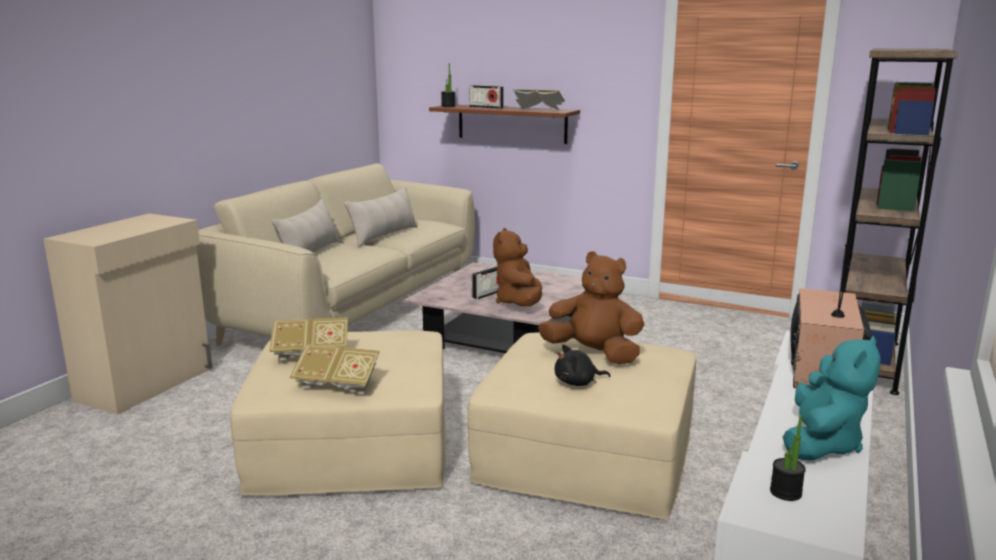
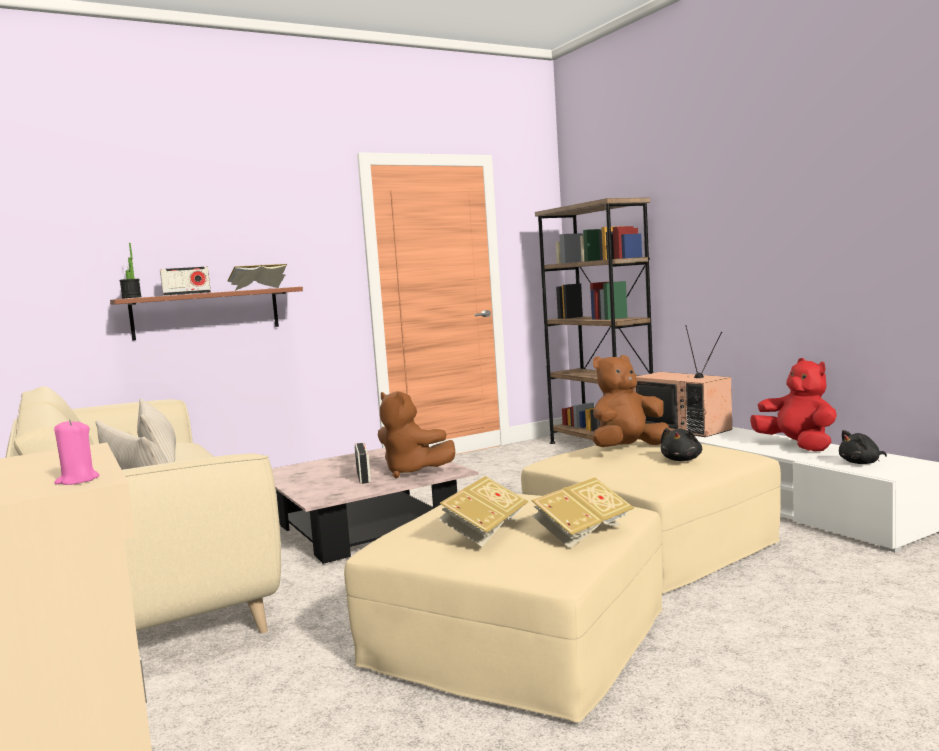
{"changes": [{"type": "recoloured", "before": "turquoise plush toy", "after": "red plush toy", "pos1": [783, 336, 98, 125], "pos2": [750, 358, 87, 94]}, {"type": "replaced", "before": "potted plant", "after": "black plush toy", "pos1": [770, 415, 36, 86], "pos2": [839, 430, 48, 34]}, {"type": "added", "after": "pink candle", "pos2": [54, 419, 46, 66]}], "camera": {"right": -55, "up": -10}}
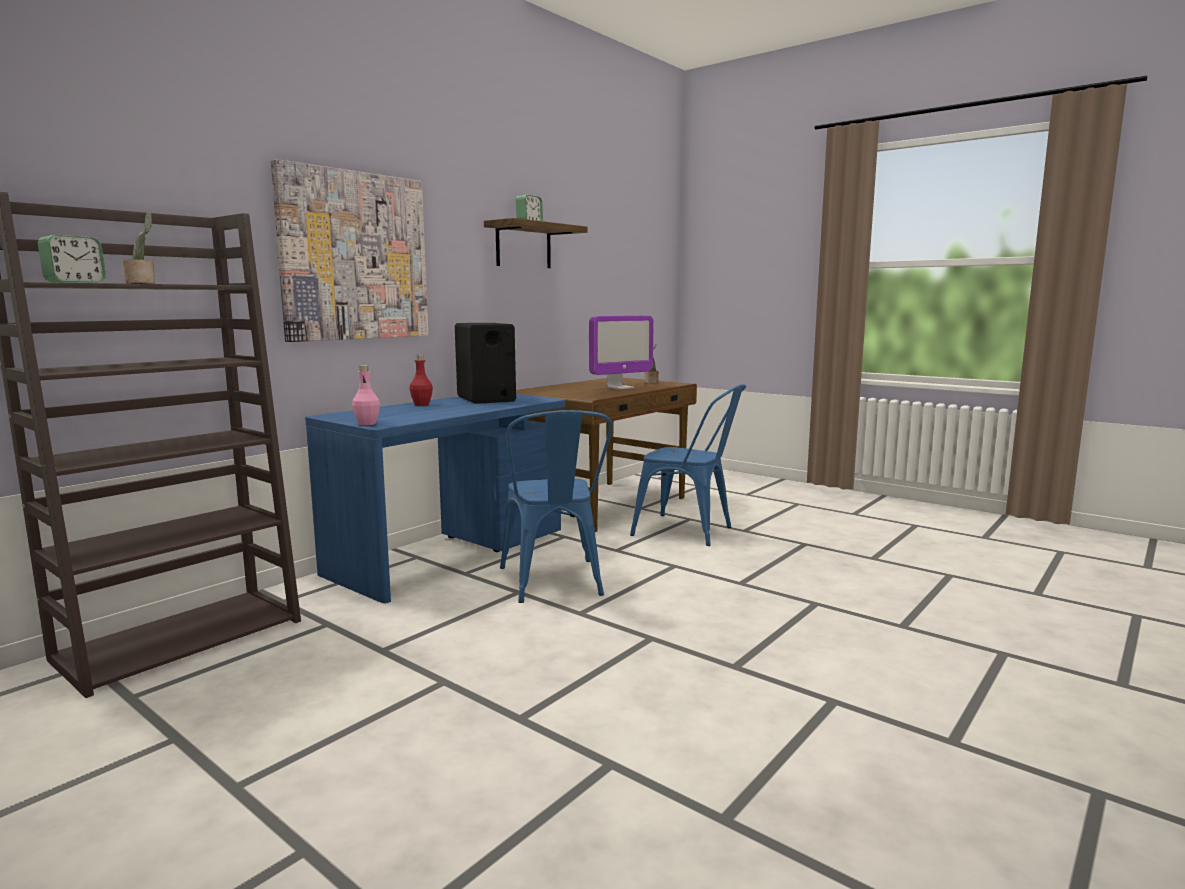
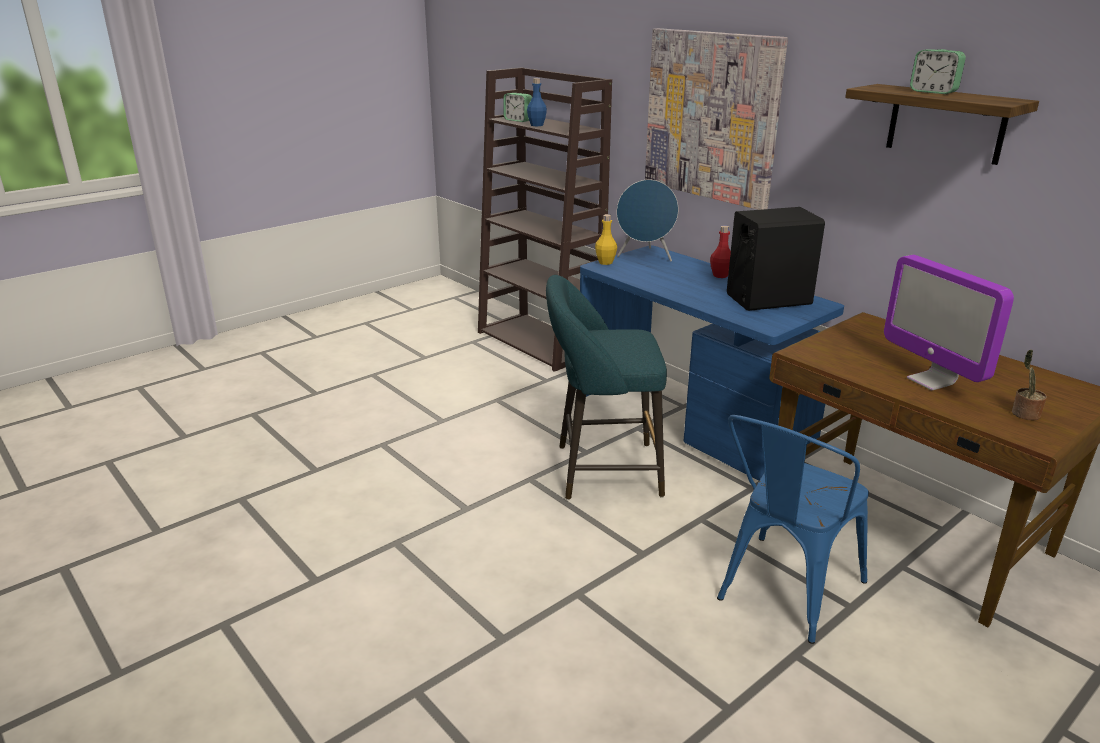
{"changes": [{"type": "replaced", "before": "potted plant", "after": "blue bottle", "pos1": [123, 210, 32, 74], "pos2": [527, 78, 20, 48]}, {"type": "recoloured", "before": "pink bottle", "after": "yellow bottle", "pos1": [352, 365, 28, 60], "pos2": [595, 214, 22, 51]}, {"type": "replaced", "before": "blue chair", "after": "turquoise stool", "pos1": [500, 410, 112, 193], "pos2": [546, 275, 121, 225]}, {"type": "added", "after": "blue speaker", "pos2": [617, 180, 61, 81]}], "camera": {"right": 100, "up": 15}}
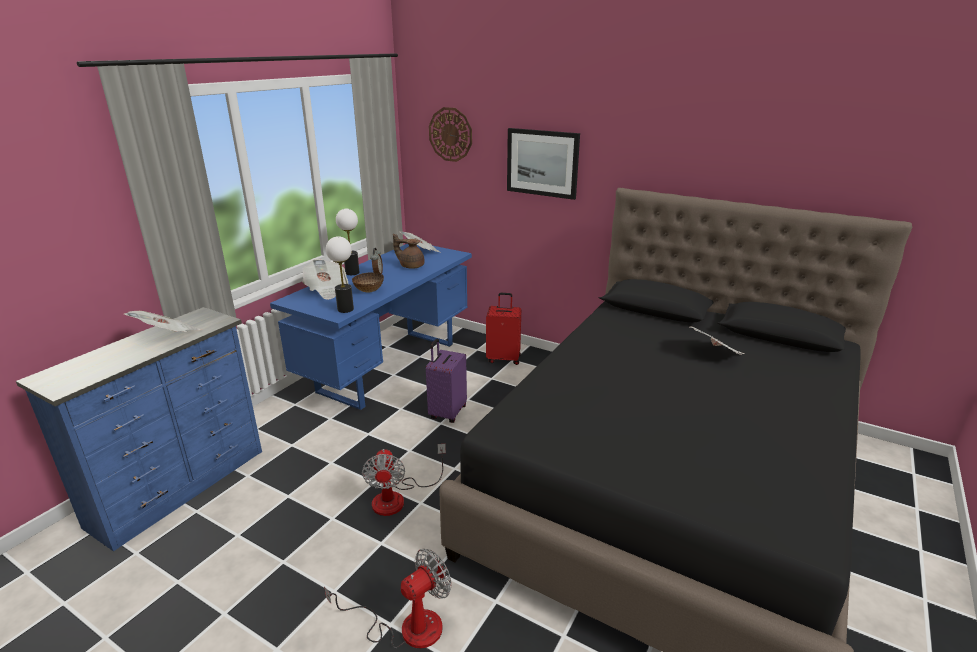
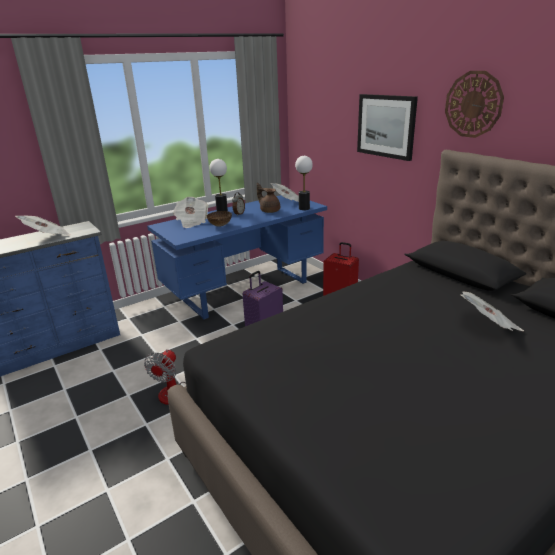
{"changes": [{"type": "moved", "before": "wall clock", "pos1": [429, 107, 43, 55], "pos2": [445, 71, 59, 67]}, {"type": "moved", "before": "table lamp", "pos1": [326, 236, 28, 77], "pos2": [295, 156, 18, 54]}, {"type": "removed", "before": "fan", "pos1": [324, 549, 128, 99]}], "camera": {"right": 25, "up": 0}}
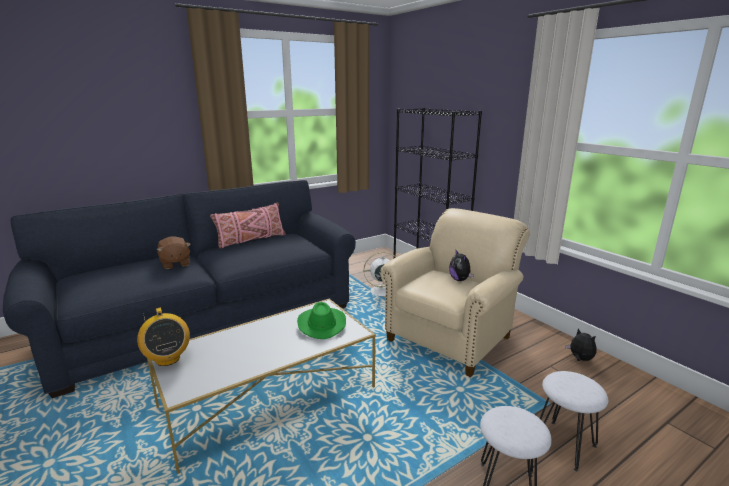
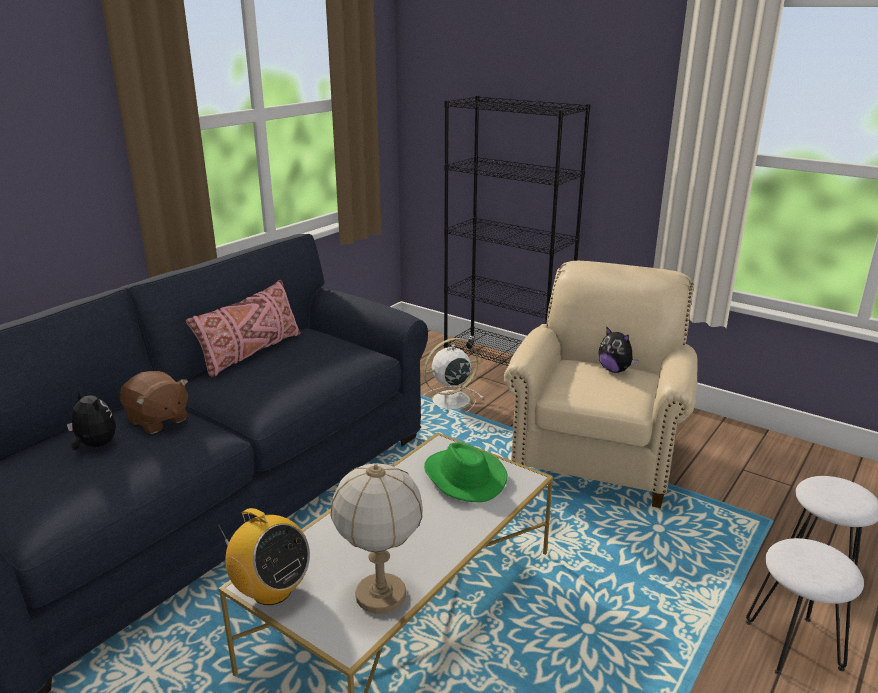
{"changes": [{"type": "moved", "before": "plush toy", "pos1": [566, 328, 30, 33], "pos2": [67, 389, 49, 61]}, {"type": "added", "after": "table lamp", "pos2": [330, 463, 93, 151]}], "camera": {"right": -20, "up": 5}}
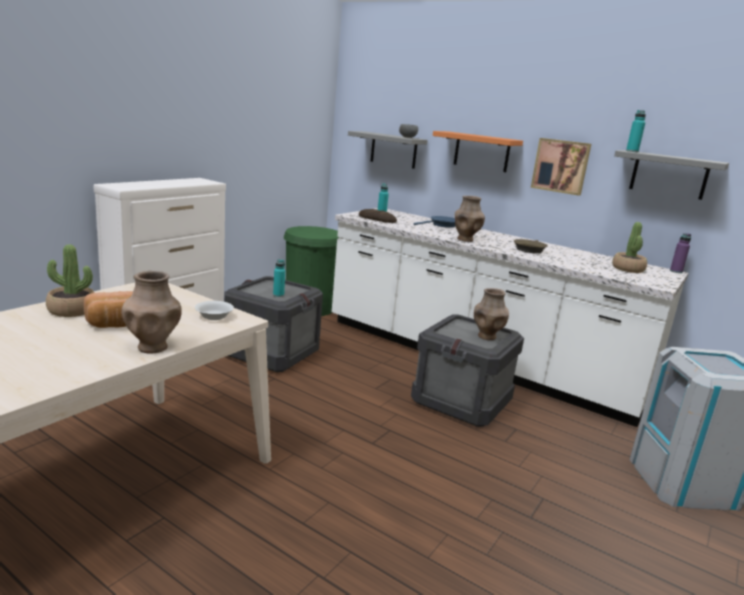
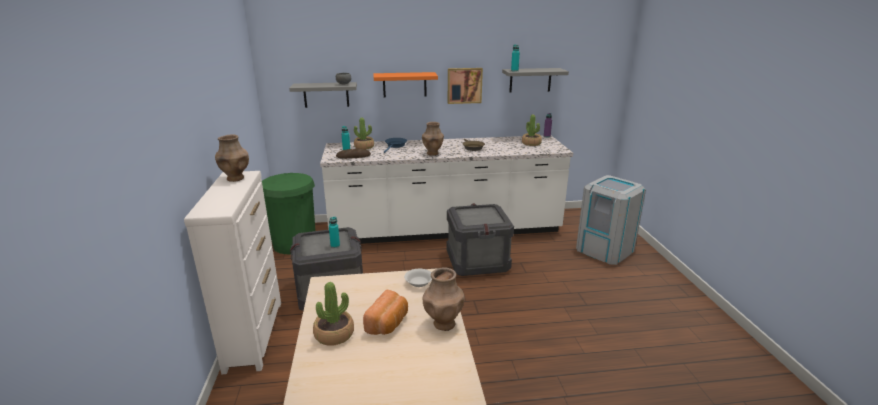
{"changes": [{"type": "moved", "before": "brown vase", "pos1": [474, 288, 35, 52], "pos2": [215, 134, 34, 48]}, {"type": "added", "after": "potted plant", "pos2": [354, 118, 20, 32]}], "camera": {"right": -40, "up": 5}}
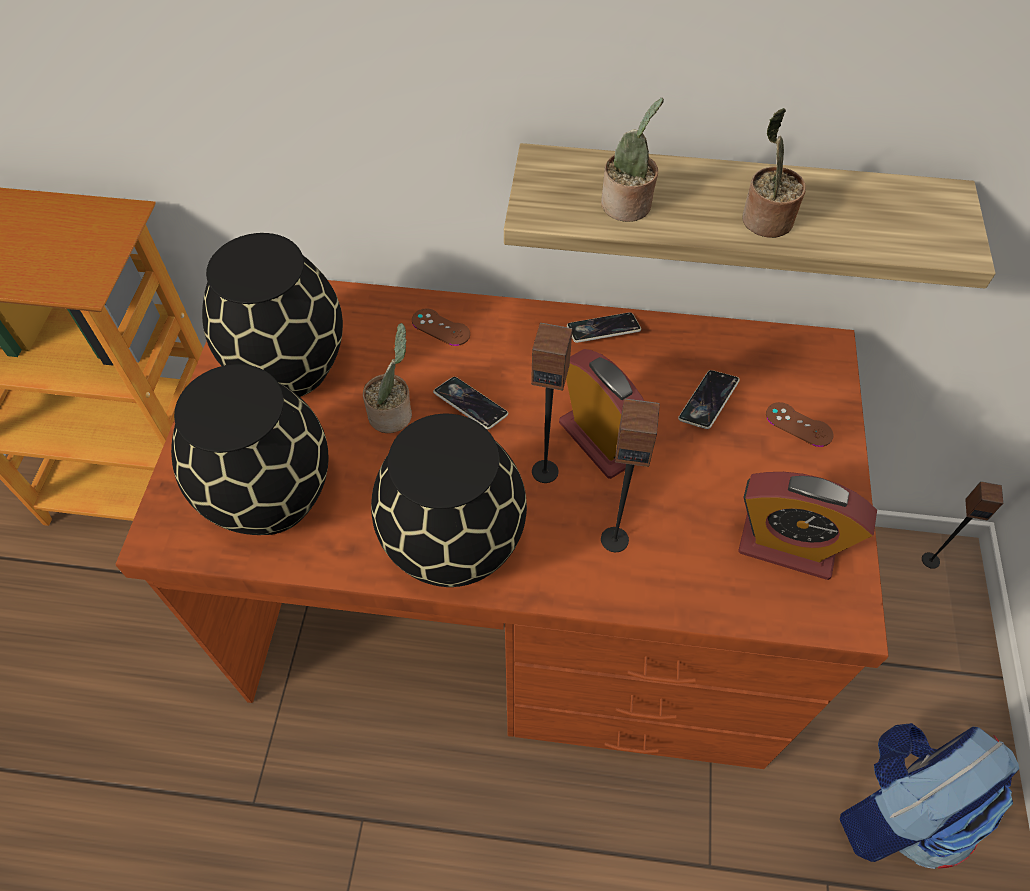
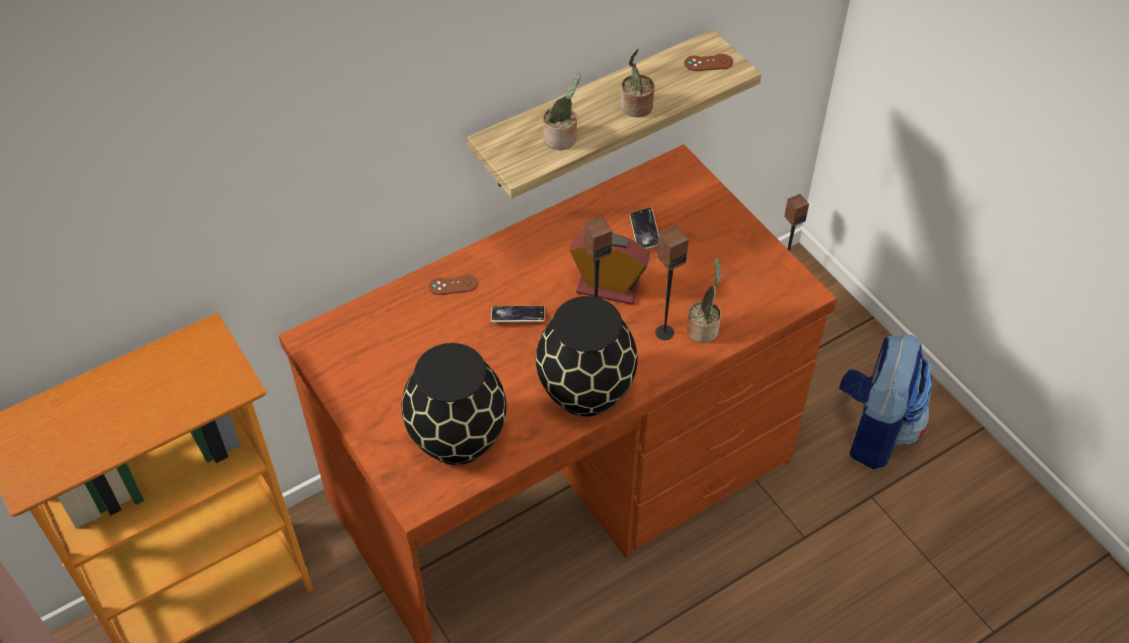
{"changes": [{"type": "removed", "before": "black vase", "pos1": [202, 233, 141, 164]}, {"type": "removed", "before": "phone", "pos1": [567, 312, 74, 31]}, {"type": "moved", "before": "potted plant", "pos1": [363, 323, 49, 110], "pos2": [686, 258, 35, 85]}, {"type": "moved", "before": "brown game controller", "pos1": [766, 402, 67, 45], "pos2": [684, 54, 49, 17]}, {"type": "removed", "before": "alarm clock", "pos1": [738, 472, 139, 108]}], "camera": {"right": -40, "up": -5}}
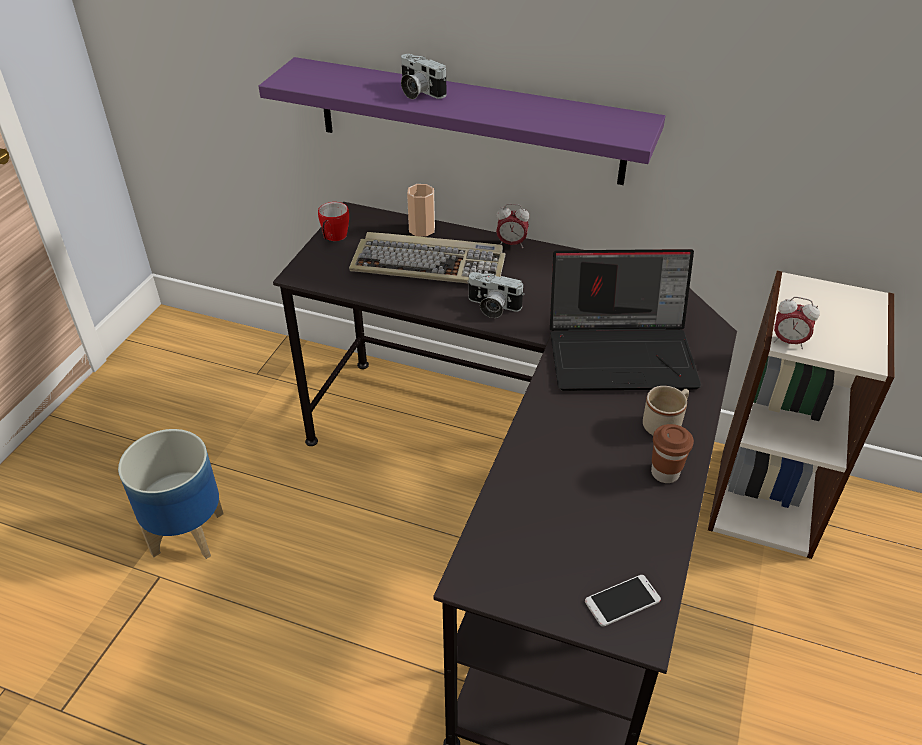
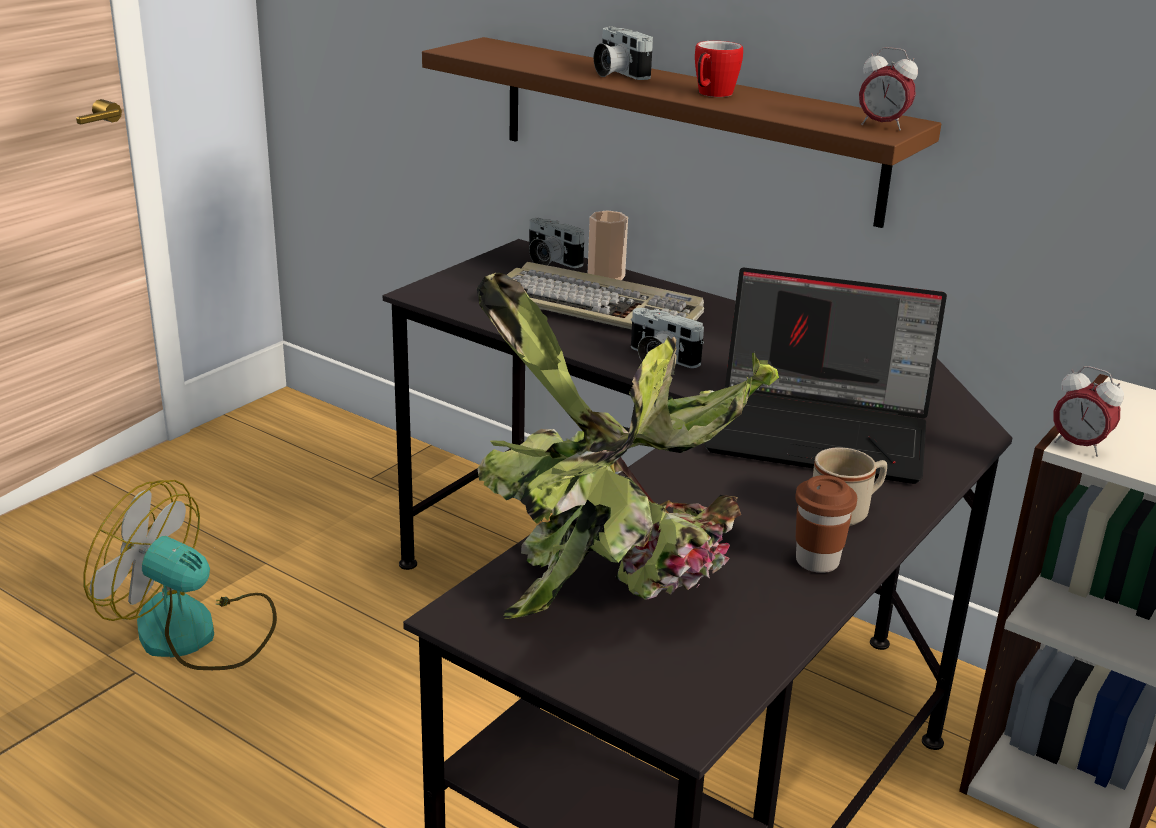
{"changes": [{"type": "recoloured", "before": "purple shelf", "after": "brown shelf", "pos1": [259, 57, 406, 128], "pos2": [422, 37, 519, 191]}, {"type": "moved", "before": "mug", "pos1": [318, 202, 31, 39], "pos2": [695, 41, 48, 56]}, {"type": "moved", "before": "alarm clock", "pos1": [496, 204, 33, 44], "pos2": [859, 47, 59, 83]}, {"type": "replaced", "before": "planter", "after": "fan", "pos1": [118, 429, 106, 130], "pos2": [83, 480, 194, 190]}, {"type": "removed", "before": "phone", "pos1": [585, 575, 76, 52]}, {"type": "added", "after": "photo camera", "pos2": [529, 218, 55, 50]}, {"type": "added", "after": "potted plant", "pos2": [477, 273, 302, 346]}], "camera": {"right": 15, "up": -15}}
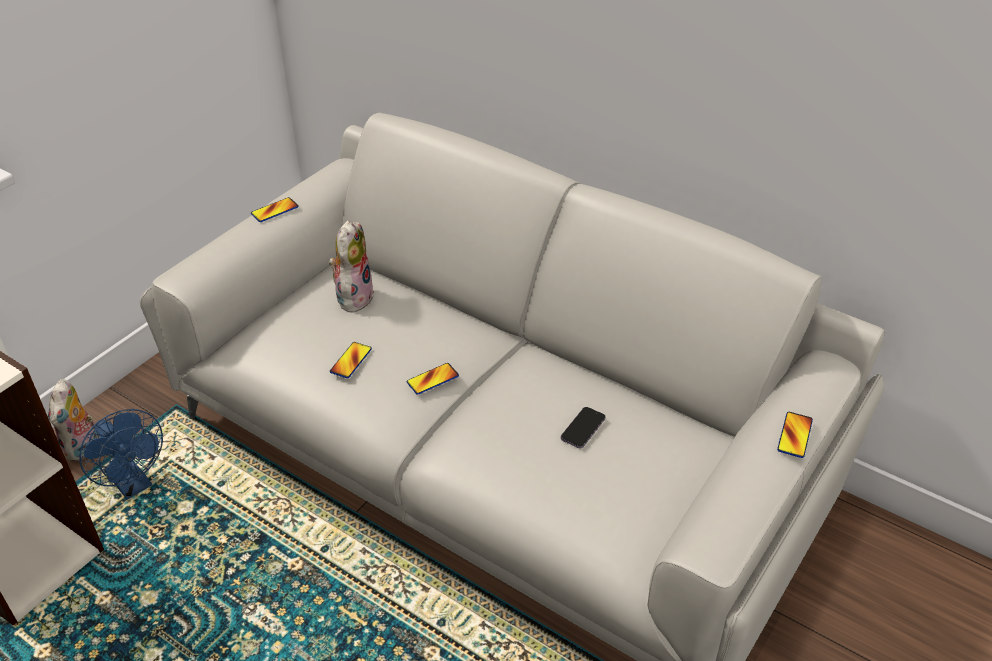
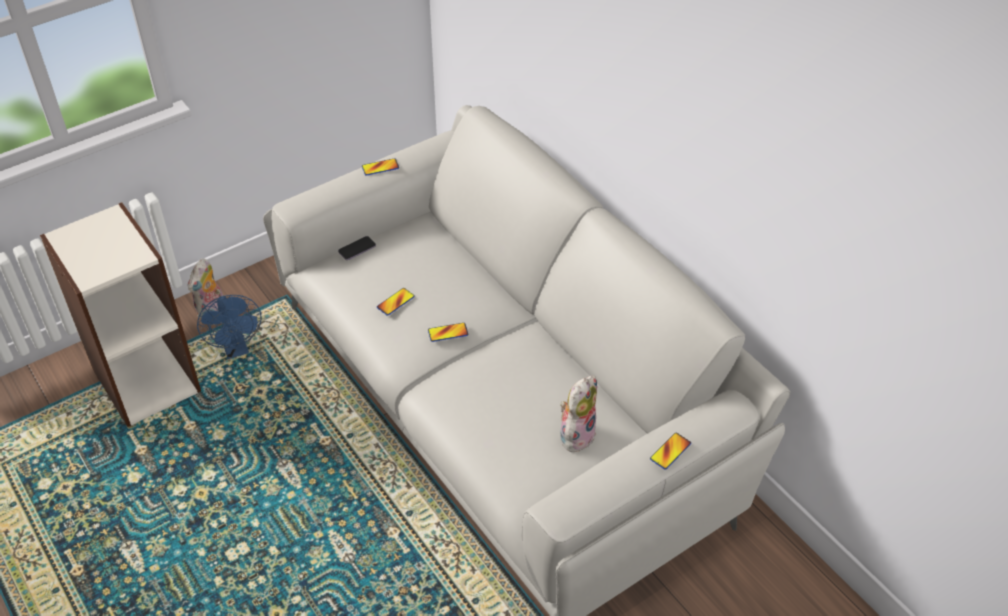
{"changes": [{"type": "moved", "before": "plush toy", "pos1": [329, 220, 45, 93], "pos2": [560, 375, 37, 77]}, {"type": "moved", "before": "phone", "pos1": [561, 407, 44, 41], "pos2": [338, 236, 38, 24]}], "camera": {"right": 20, "up": 5}}
